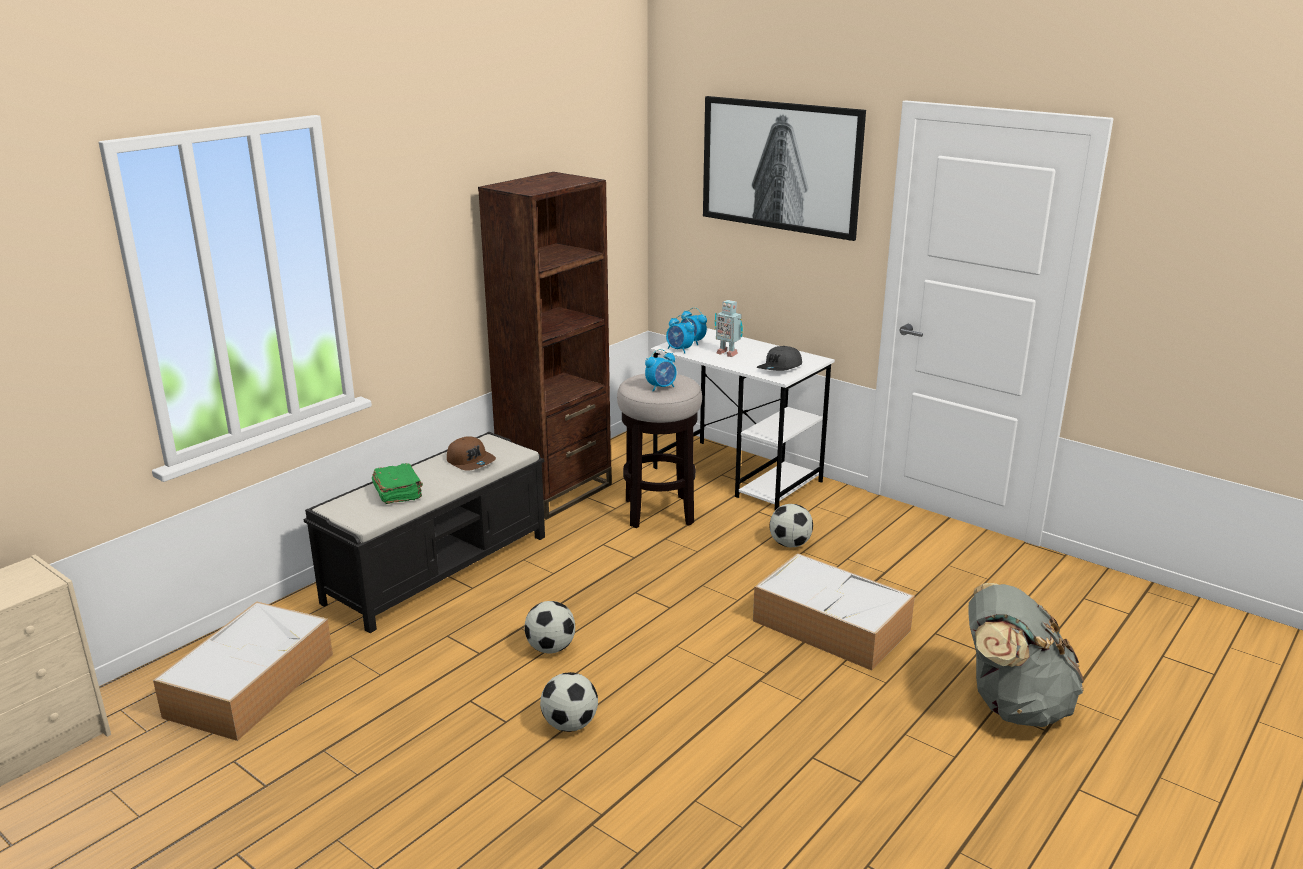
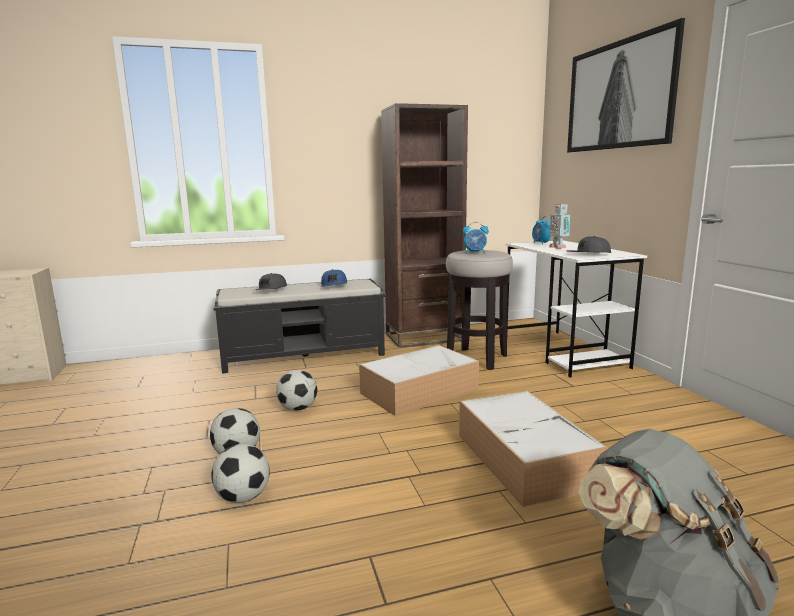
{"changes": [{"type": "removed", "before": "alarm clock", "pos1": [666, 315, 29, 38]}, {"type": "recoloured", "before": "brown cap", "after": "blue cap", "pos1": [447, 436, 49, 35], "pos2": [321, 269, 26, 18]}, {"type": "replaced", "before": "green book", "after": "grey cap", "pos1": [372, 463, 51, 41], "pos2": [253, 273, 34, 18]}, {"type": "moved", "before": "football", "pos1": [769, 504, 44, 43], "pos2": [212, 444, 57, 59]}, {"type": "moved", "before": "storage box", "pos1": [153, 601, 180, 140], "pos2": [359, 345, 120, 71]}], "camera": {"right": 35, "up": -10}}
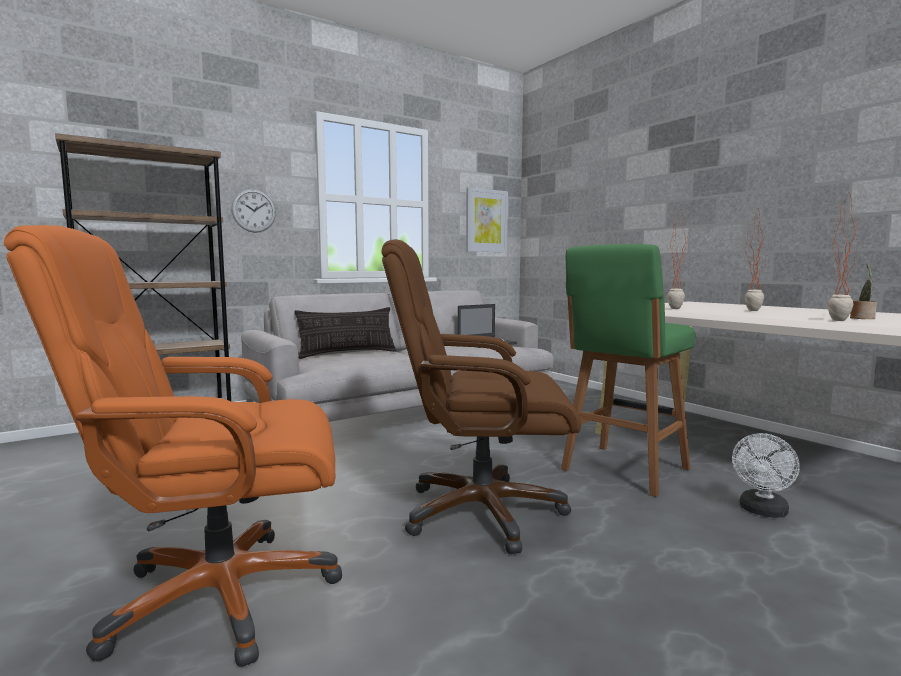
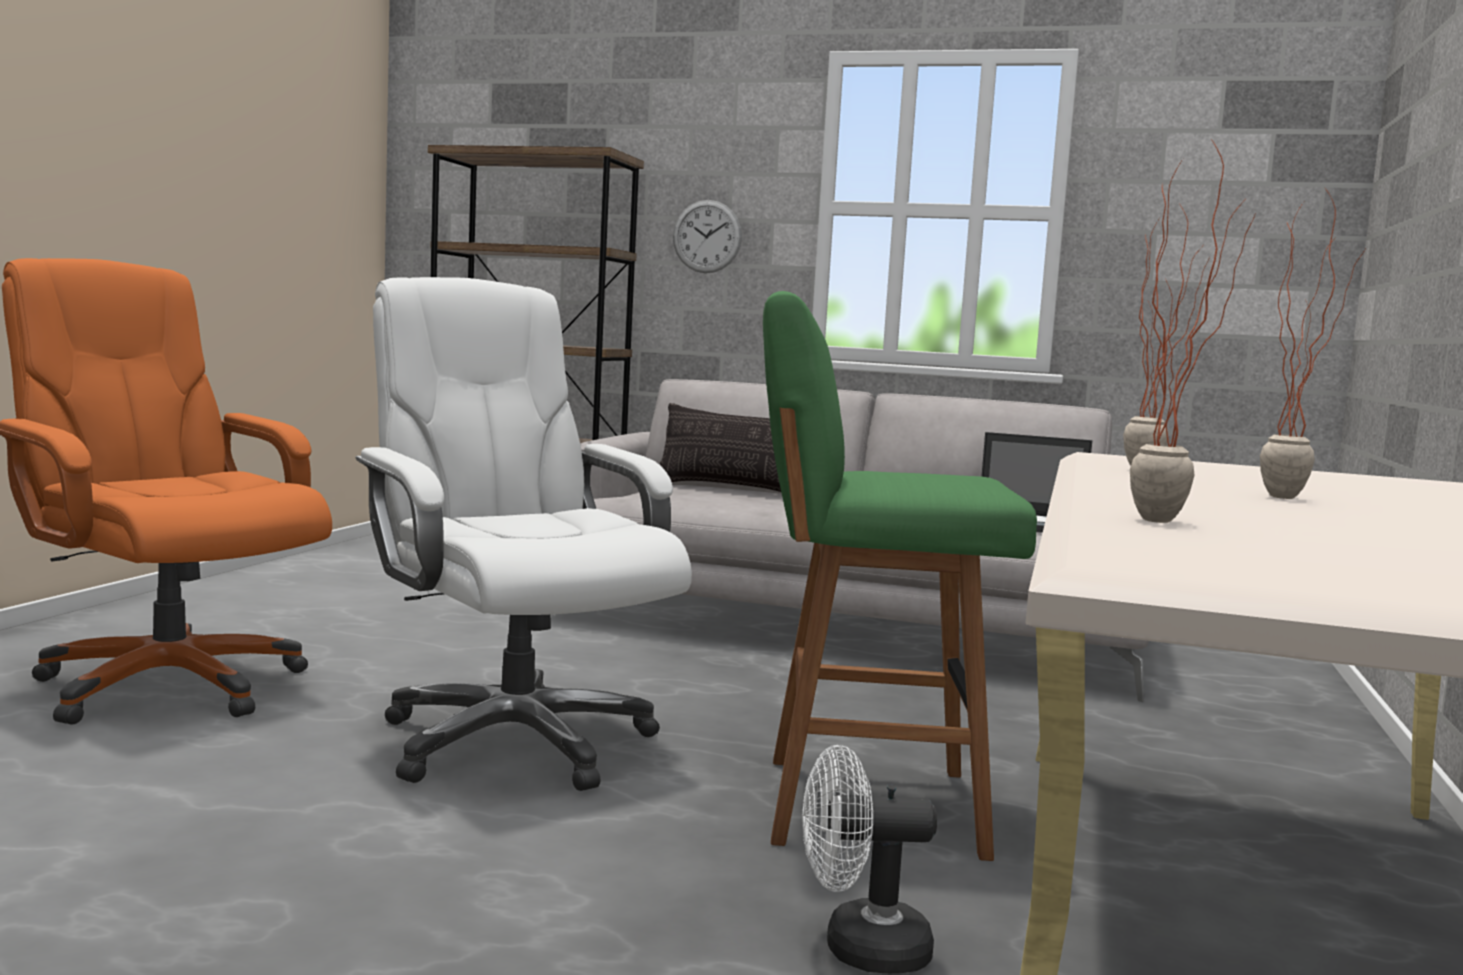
{"changes": [{"type": "removed", "before": "picture", "pos1": [466, 187, 42, 65]}, {"type": "recoloured", "before": "brown office chair", "after": "white office chair", "pos1": [381, 239, 200, 315], "pos2": [355, 277, 337, 514]}, {"type": "removed", "before": "potted plant", "pos1": [850, 262, 27, 57]}], "camera": {"right": 50, "up": 0}}
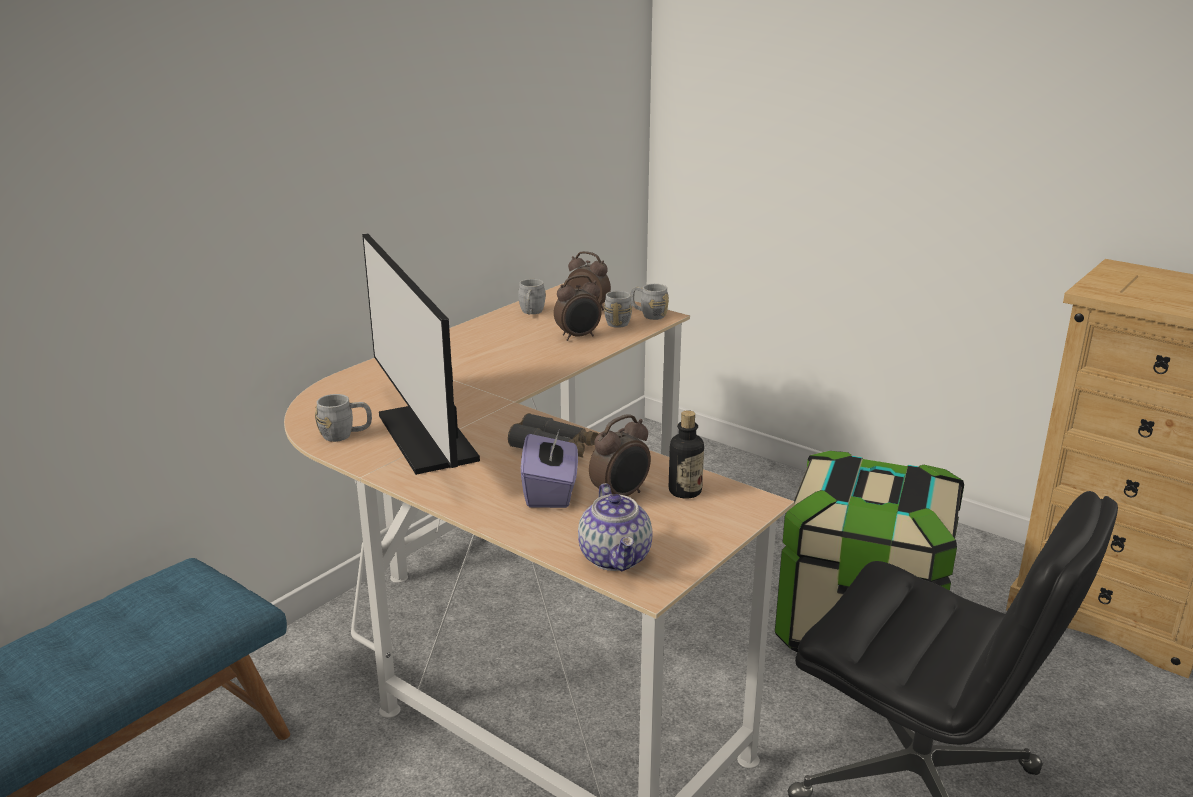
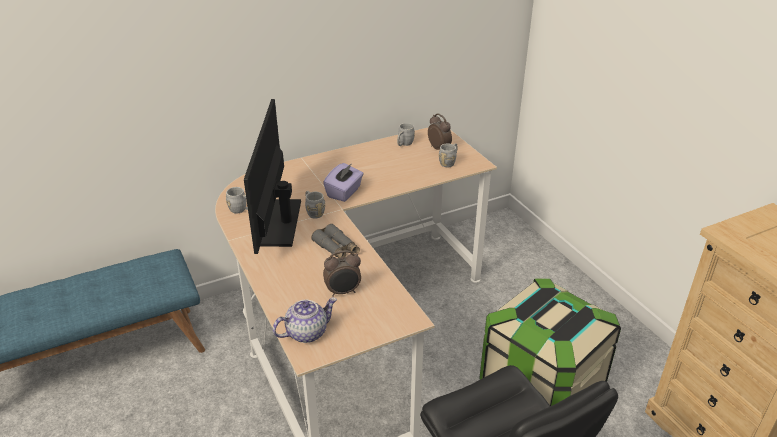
{"changes": [{"type": "removed", "before": "alarm clock", "pos1": [554, 275, 48, 66]}, {"type": "moved", "before": "grey mug", "pos1": [630, 284, 39, 36], "pos2": [305, 191, 20, 28]}, {"type": "removed", "before": "bottle", "pos1": [669, 410, 35, 89]}, {"type": "moved", "before": "purple tissue box", "pos1": [521, 426, 57, 82], "pos2": [323, 163, 40, 39]}, {"type": "turned", "before": "teapot", "pos1": [578, 483, 74, 88], "pos2": [272, 297, 65, 46], "turn": -135}], "camera": {"right": 25, "up": 10}}
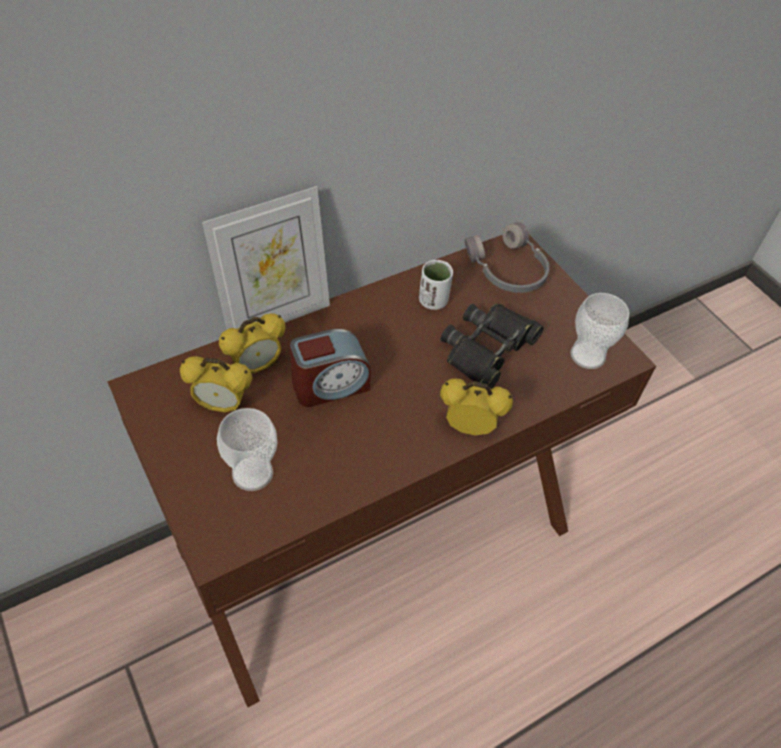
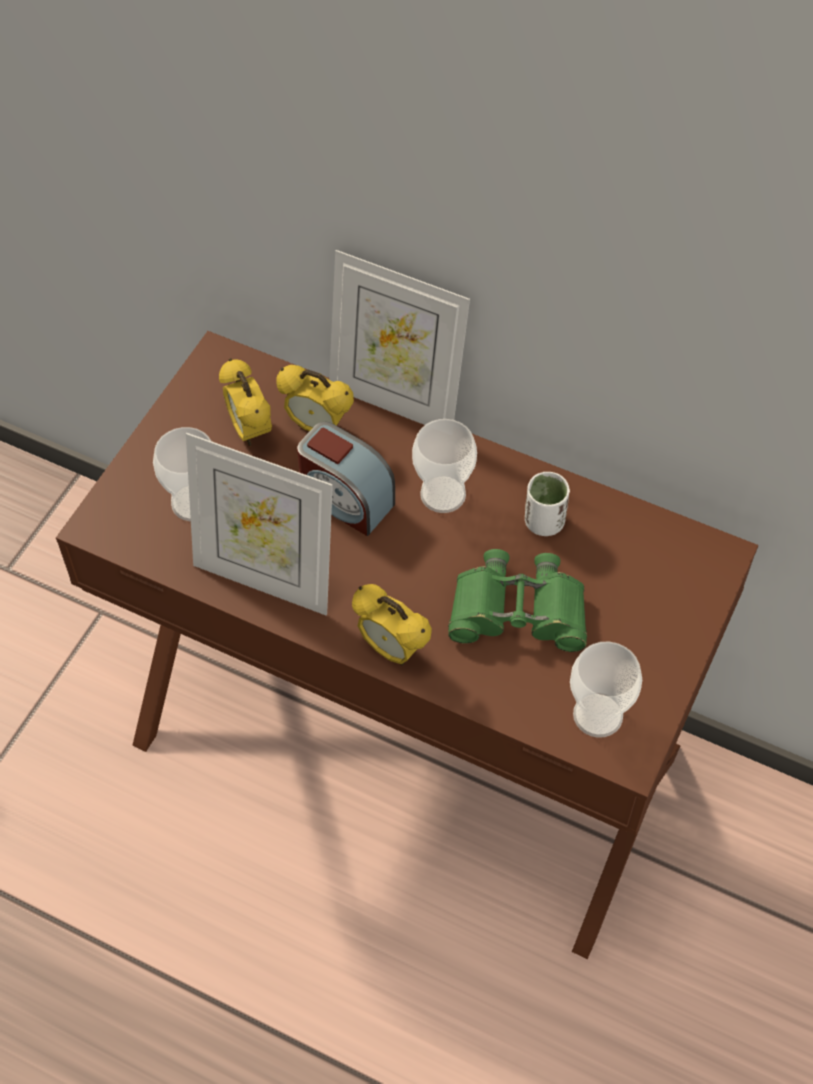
{"changes": [{"type": "removed", "before": "grey headphones", "pos1": [465, 222, 85, 71]}, {"type": "recoloured", "before": "black binoculars", "after": "green binoculars", "pos1": [441, 304, 103, 85], "pos2": [448, 549, 139, 103]}, {"type": "turned", "before": "alarm clock", "pos1": [440, 379, 73, 57], "pos2": [352, 584, 80, 82], "turn": 150}, {"type": "added", "after": "cup", "pos2": [412, 419, 65, 94]}, {"type": "added", "after": "picture frame", "pos2": [186, 433, 147, 182]}], "camera": {"right": 60, "up": 5}}
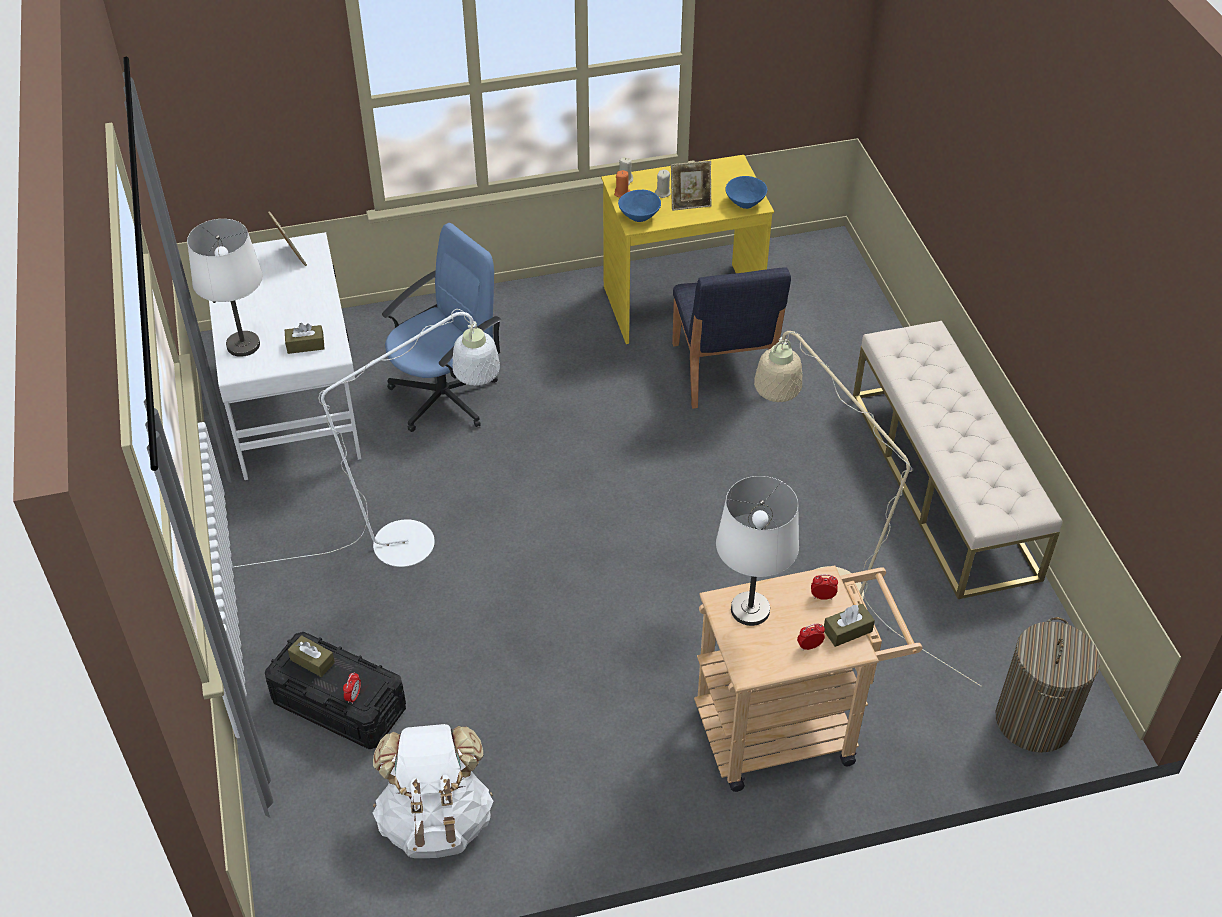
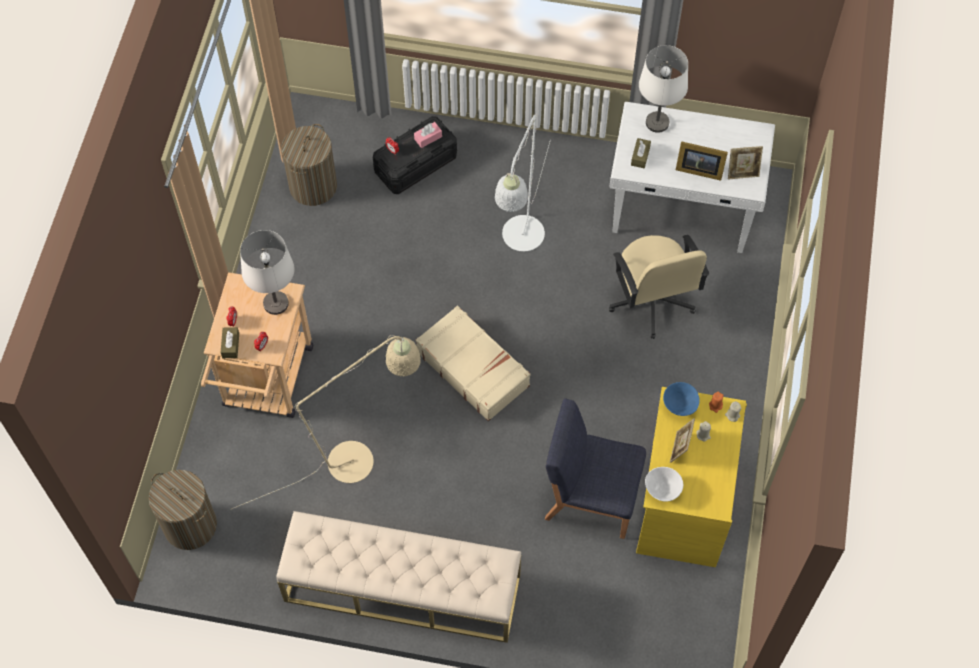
{"changes": [{"type": "recoloured", "before": "blue bowl", "after": "white bowl", "pos1": [726, 176, 41, 33], "pos2": [645, 467, 38, 35]}, {"type": "recoloured", "before": "blue office chair", "after": "beige office chair", "pos1": [382, 223, 119, 209], "pos2": [609, 235, 100, 104]}, {"type": "recoloured", "before": "brown tissue box", "after": "pink tissue box", "pos1": [288, 635, 47, 42], "pos2": [414, 122, 28, 26]}, {"type": "replaced", "before": "white backpack", "after": "laundry basket", "pos1": [373, 724, 120, 134], "pos2": [281, 124, 56, 82]}, {"type": "added", "after": "picture frame", "pos2": [676, 141, 52, 40]}, {"type": "added", "after": "beige suitcase", "pos2": [416, 306, 115, 115]}], "camera": {"right": 115, "up": 15}}
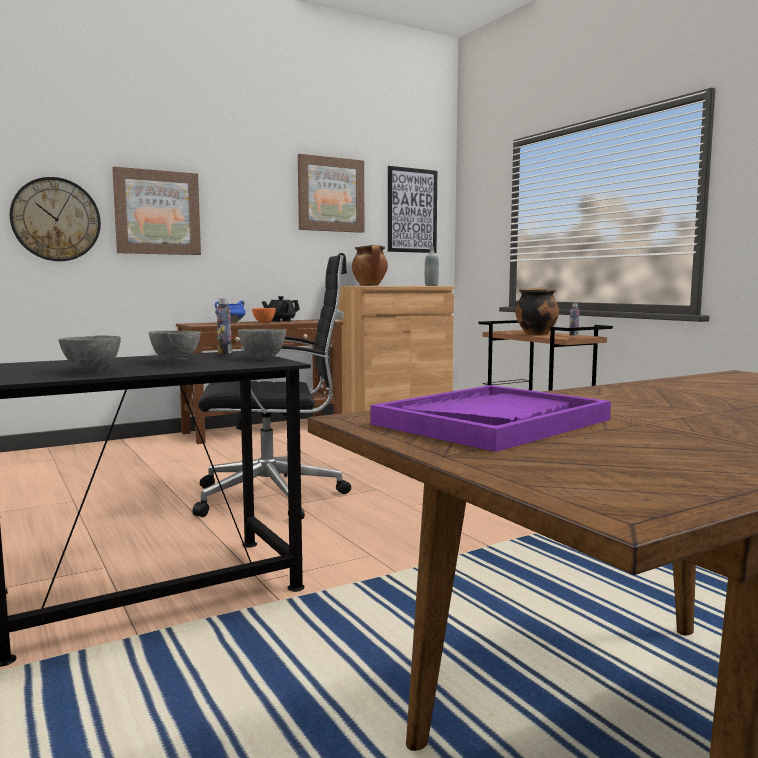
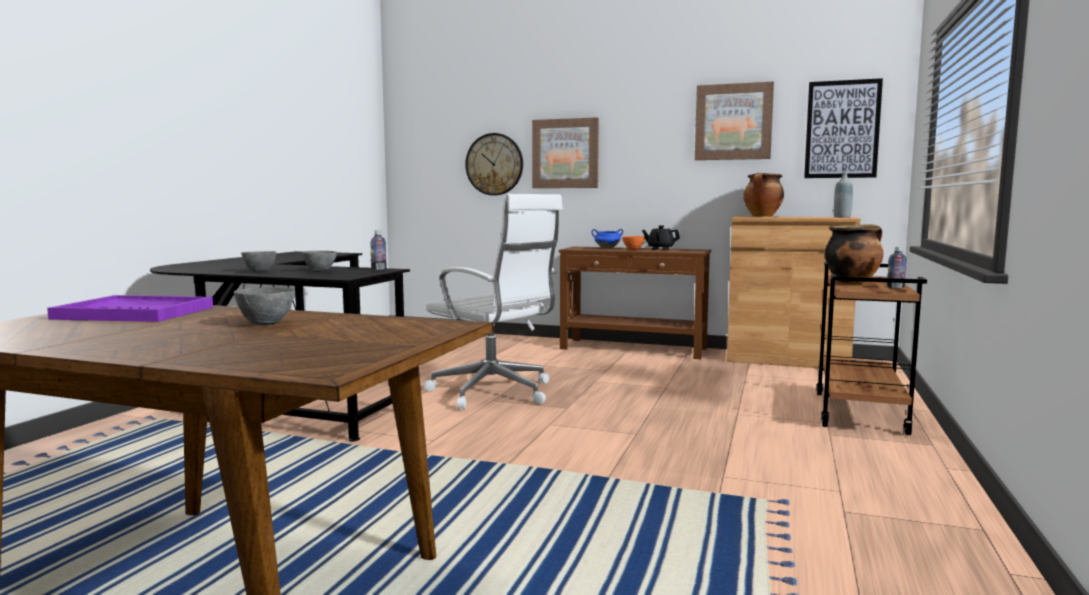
{"changes": [{"type": "recoloured", "before": "black office chair", "after": "white office chair", "pos1": [192, 253, 159, 266], "pos2": [424, 194, 139, 215]}, {"type": "moved", "before": "grey bowl", "pos1": [238, 329, 48, 30], "pos2": [234, 287, 61, 38]}], "camera": {"right": 50, "up": 0}}
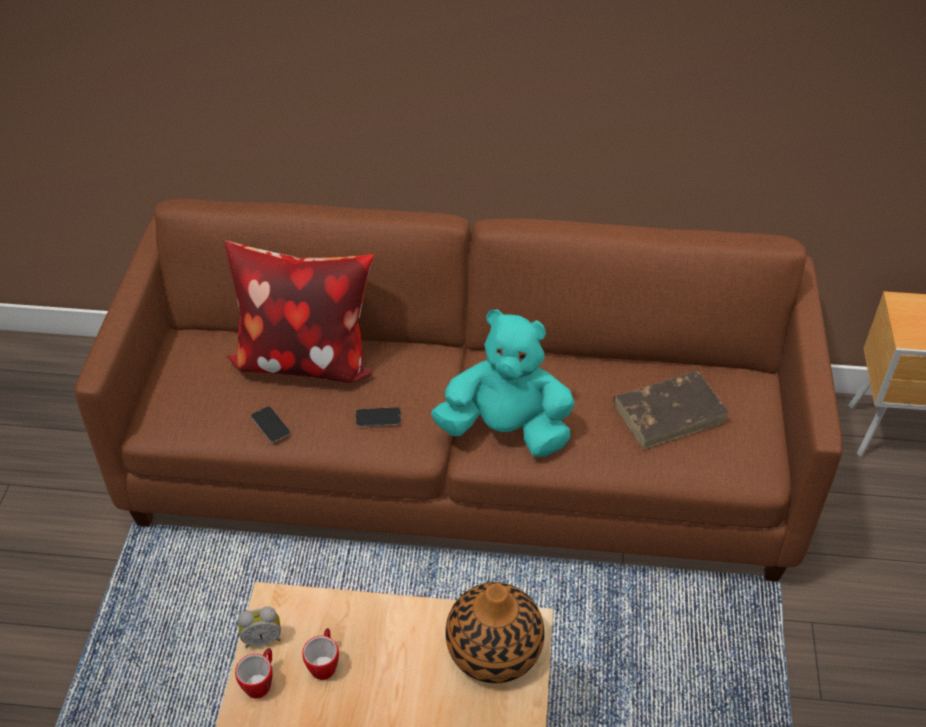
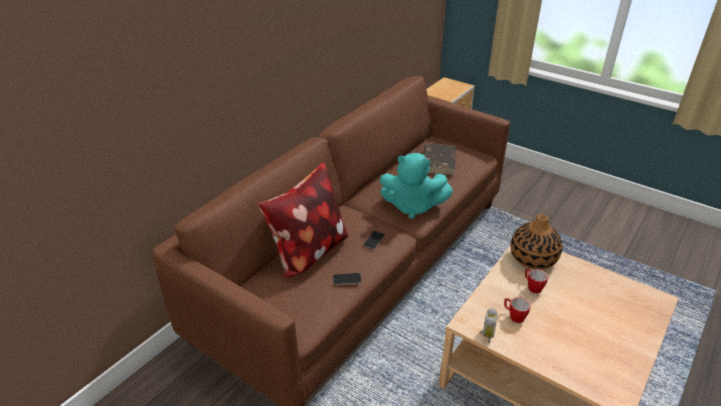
{"changes": [{"type": "turned", "before": "turquoise plush toy", "pos1": [431, 309, 144, 148], "pos2": [379, 153, 74, 66], "turn": -120}, {"type": "moved", "before": "mug", "pos1": [235, 648, 38, 51], "pos2": [525, 268, 23, 25]}], "camera": {"right": -60, "up": -10}}
